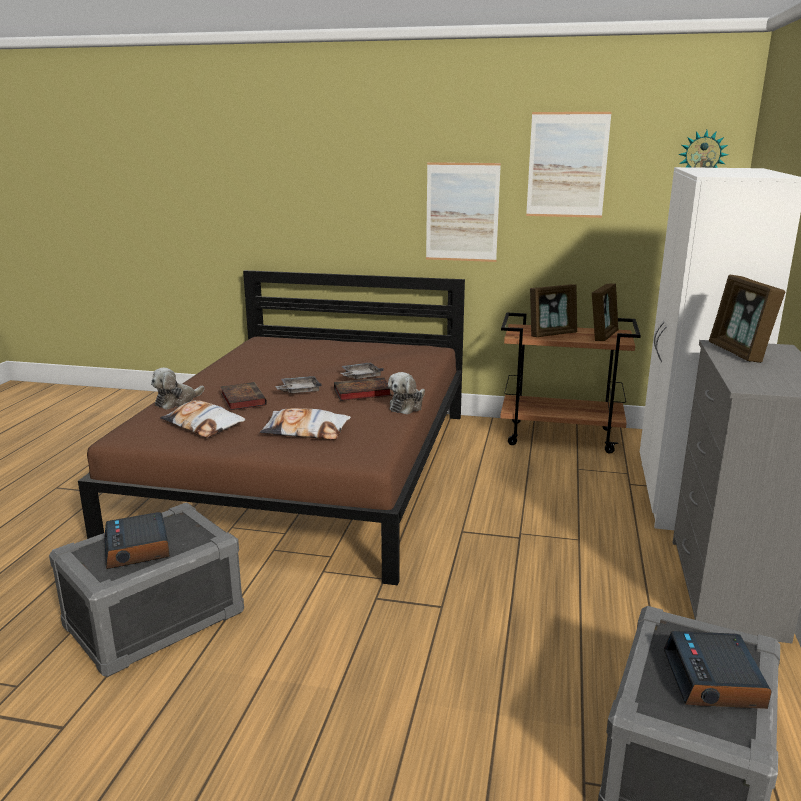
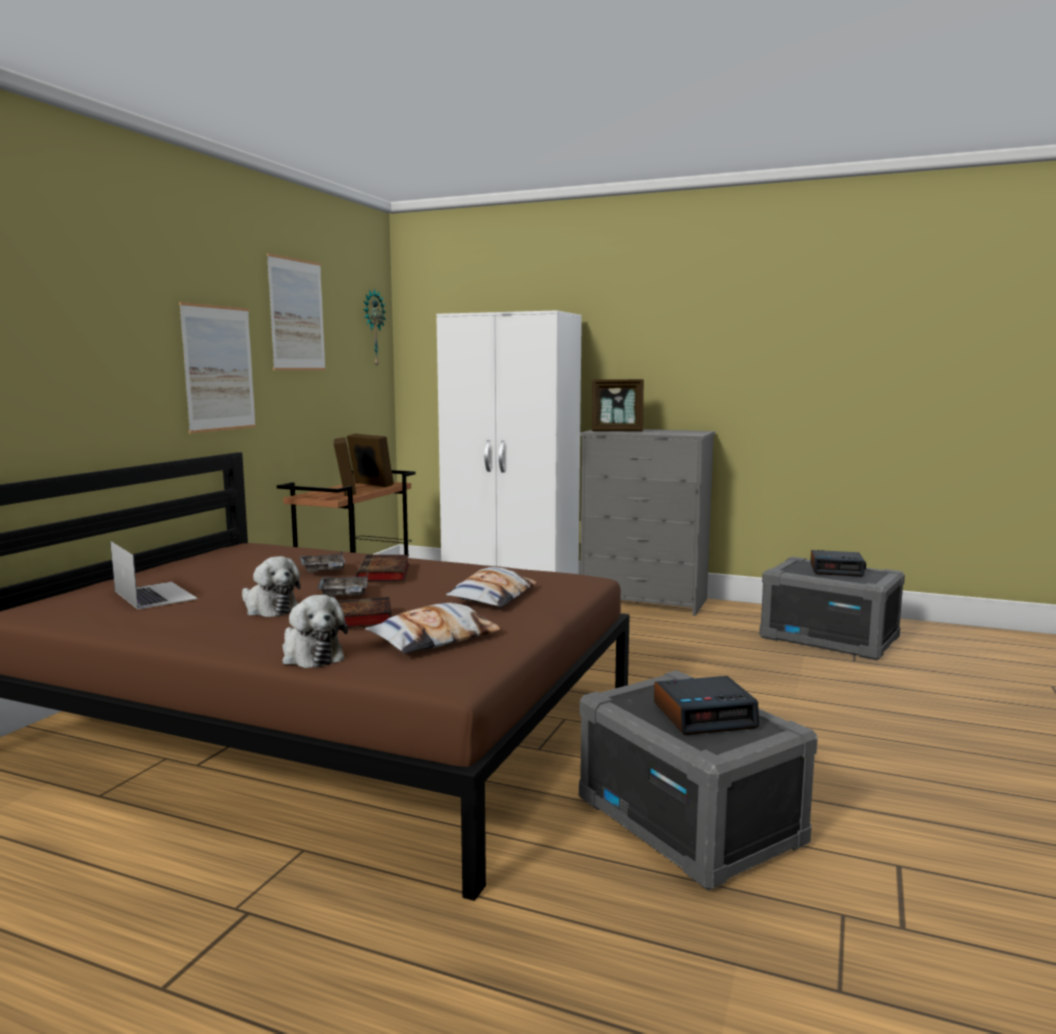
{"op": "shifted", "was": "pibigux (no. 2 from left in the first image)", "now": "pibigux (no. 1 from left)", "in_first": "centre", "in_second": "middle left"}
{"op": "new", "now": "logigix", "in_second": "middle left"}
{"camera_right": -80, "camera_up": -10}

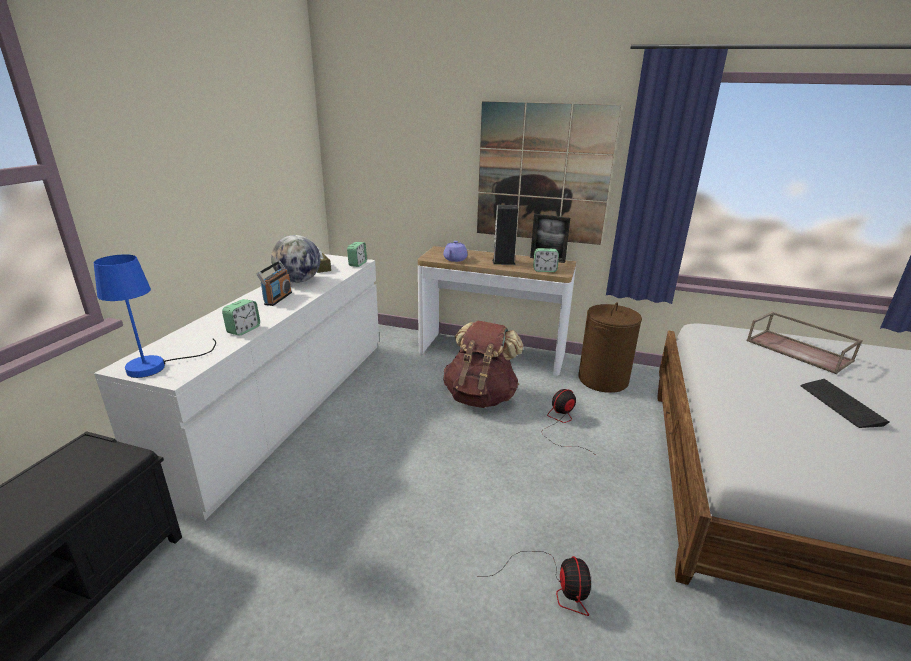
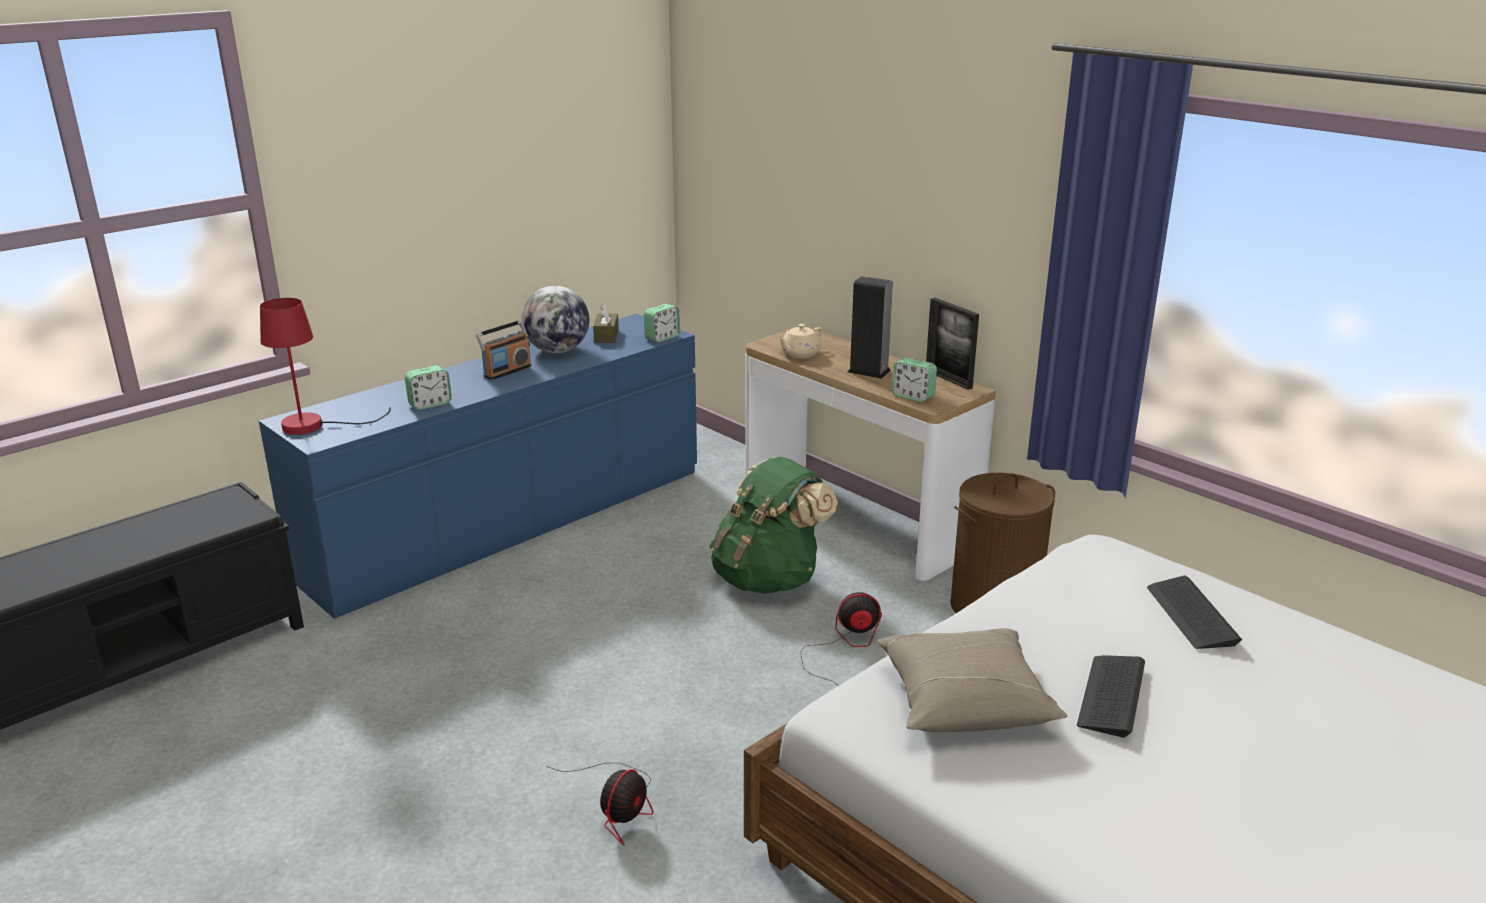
{"op": "repainted", "was": "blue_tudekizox", "now": "red_tudekizox", "in_first": "middle left", "in_second": "middle left"}
{"op": "repainted", "was": "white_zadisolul", "now": "blue_zadisolul", "in_first": "middle left", "in_second": "middle left"}
{"op": "repainted", "was": "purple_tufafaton", "now": "beige_tufafaton", "in_first": "centre", "in_second": "centre"}
{"op": "repainted", "was": "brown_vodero", "now": "green_vodero", "in_first": "centre", "in_second": "centre"}
{"op": "gone", "was": "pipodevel", "in_first": "top centre"}
{"op": "swapped", "was": "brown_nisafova", "now": "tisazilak (no. 2 from left)", "in_first": "middle right", "in_second": "bottom right"}
{"op": "new", "now": "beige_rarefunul", "in_second": "bottom centre"}
{"camera_right": 30, "camera_up": 0}

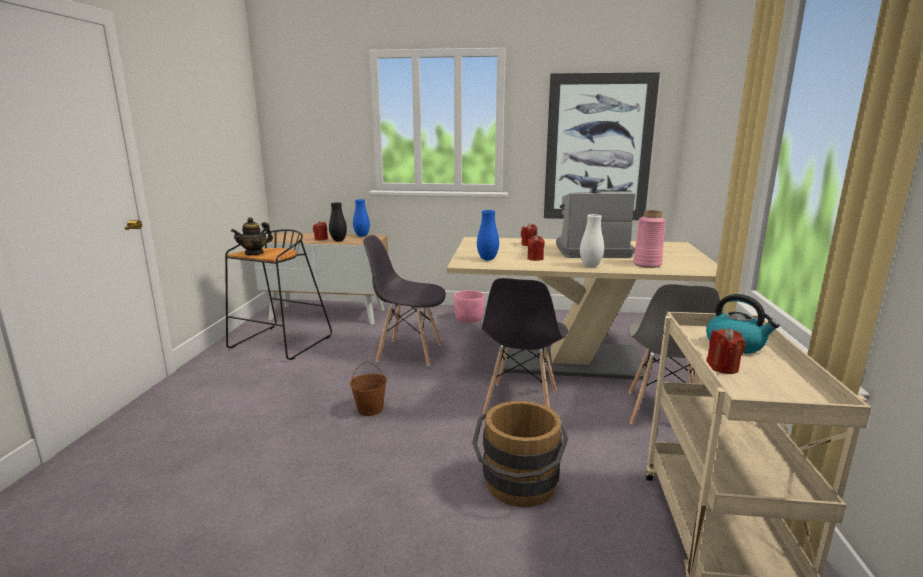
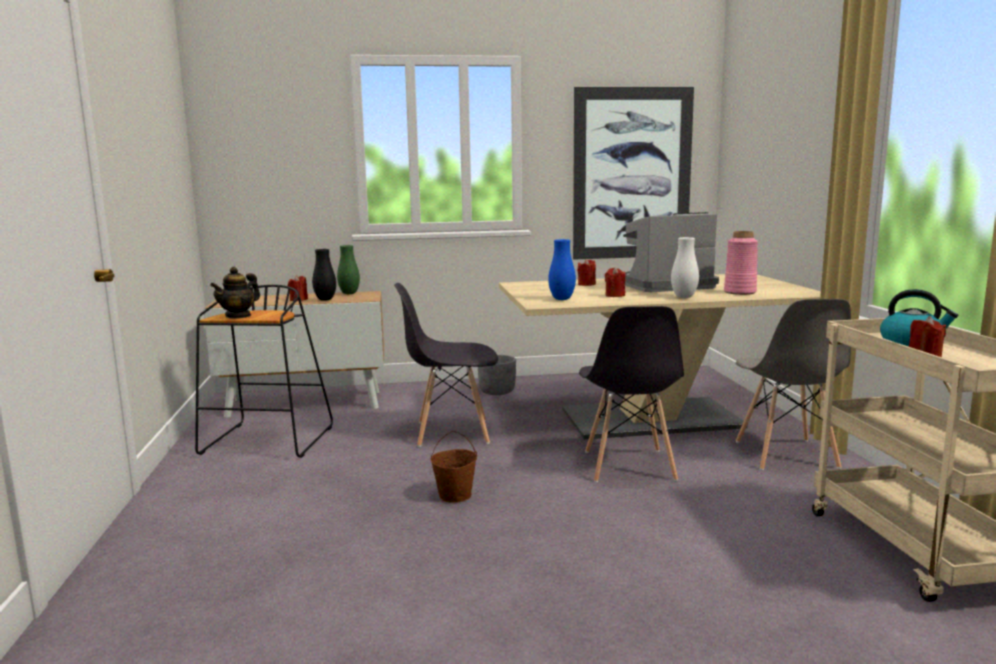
{"op": "repainted", "was": "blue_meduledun (no. 1 from left)", "now": "green_meduledun", "in_first": "centre", "in_second": "centre"}
{"op": "repainted", "was": "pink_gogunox", "now": "grey_gogunox", "in_first": "centre", "in_second": "centre"}
{"op": "gone", "was": "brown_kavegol (no. 2 from left)", "in_first": "bottom centre"}
{"camera_right": -15, "camera_up": -5}

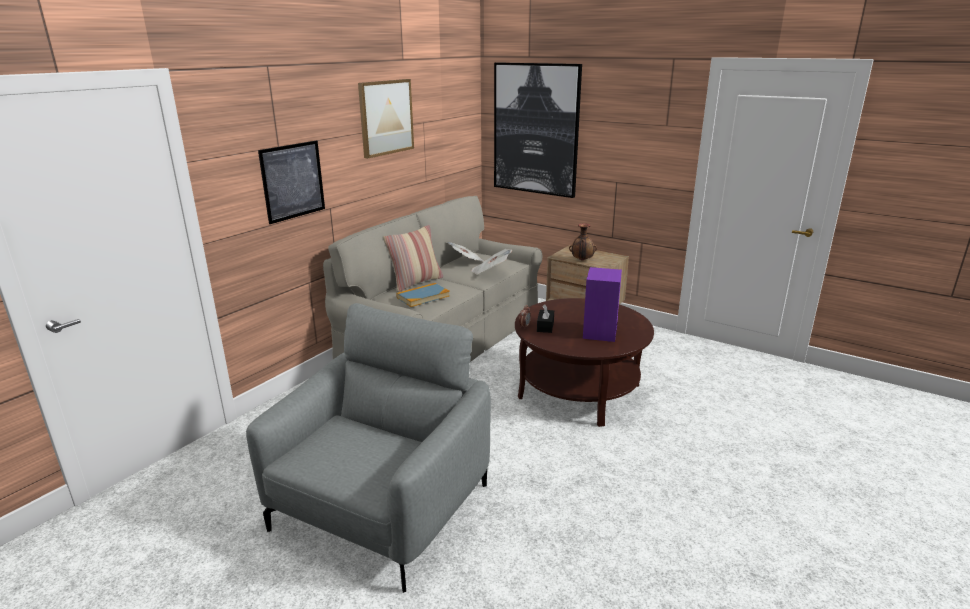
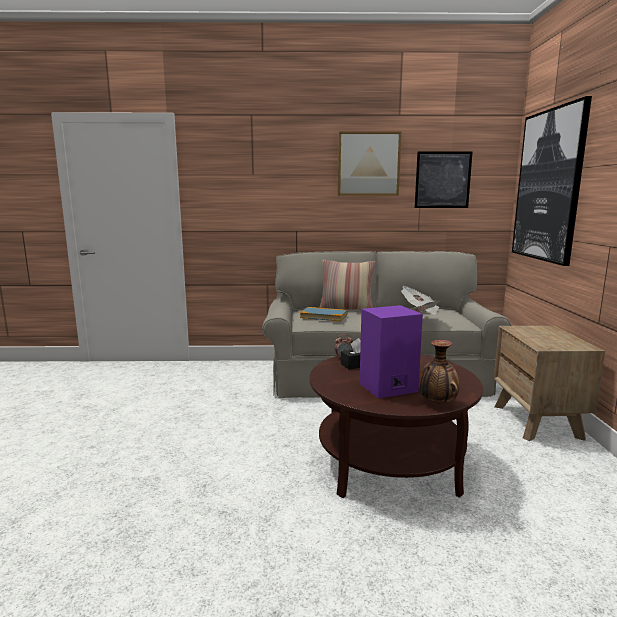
{"op": "gone", "was": "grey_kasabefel", "in_first": "bottom centre"}
{"op": "shifted", "was": "pipodevel (no. 1 from left in the first image)", "now": "pipodevel (no. 2 from left)", "in_first": "top left", "in_second": "top right"}
{"op": "shifted", "was": "meduledun", "in_first": "centre", "in_second": "middle right"}
{"camera_right": 55, "camera_up": -10}

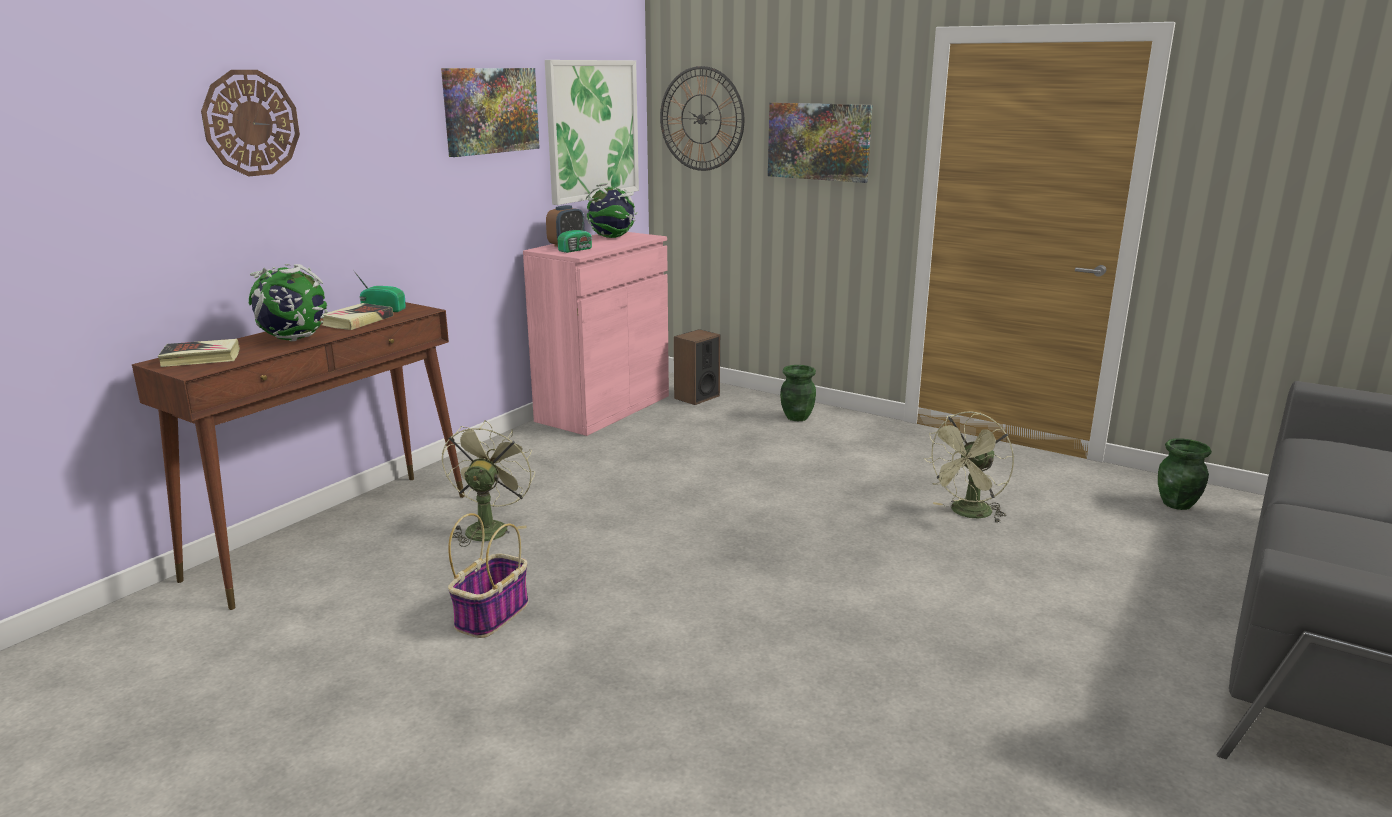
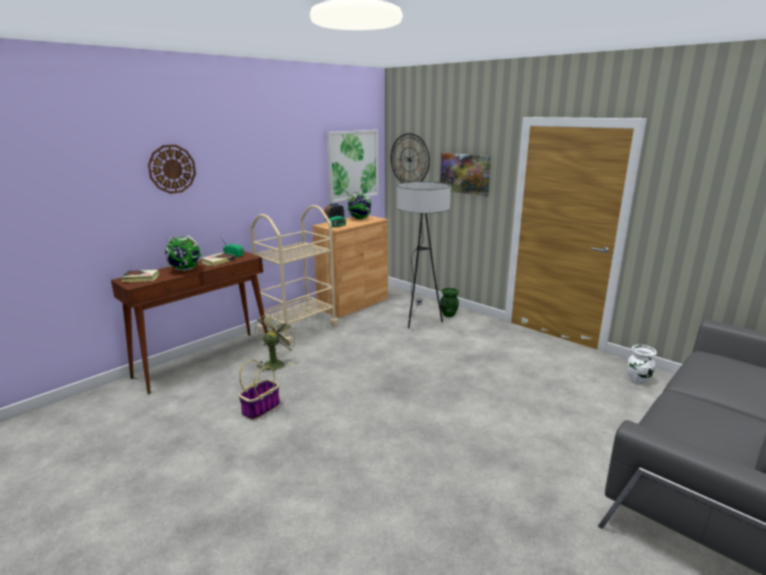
{"op": "gone", "was": "pipodevel (no. 1 from left)", "in_first": "top centre"}
{"op": "repainted", "was": "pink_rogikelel", "now": "brown_rogikelel", "in_first": "centre", "in_second": "centre"}
{"op": "gone", "was": "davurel", "in_first": "centre"}
{"op": "gone", "was": "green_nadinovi (no. 2 from left)", "in_first": "middle right"}
{"op": "repainted", "was": "green_meduledun (no. 2 from left)", "now": "white_meduledun", "in_first": "middle right", "in_second": "middle right"}
{"op": "new", "now": "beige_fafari", "in_second": "centre"}
{"op": "new", "now": "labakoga", "in_second": "centre"}
{"camera_right": 10, "camera_up": 0}

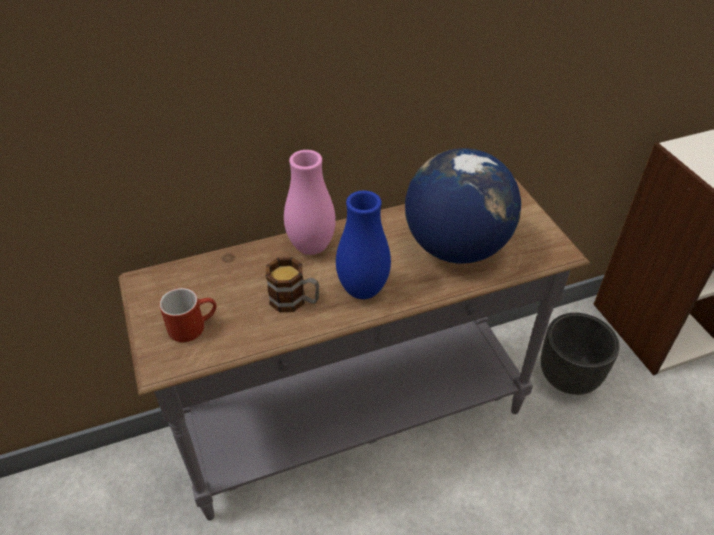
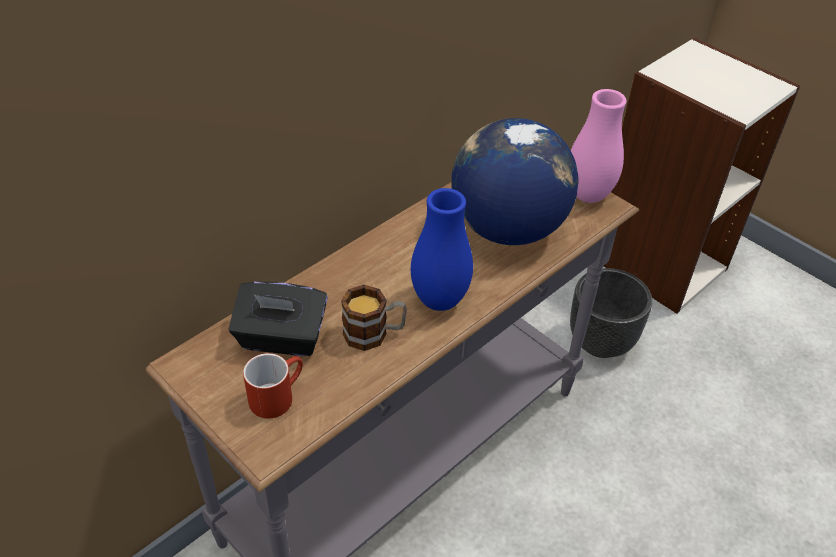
{"op": "shifted", "was": "pink_meduledun", "in_first": "centre", "in_second": "top right"}
{"op": "new", "now": "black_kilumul", "in_second": "middle left"}
{"camera_right": -25, "camera_up": 0}

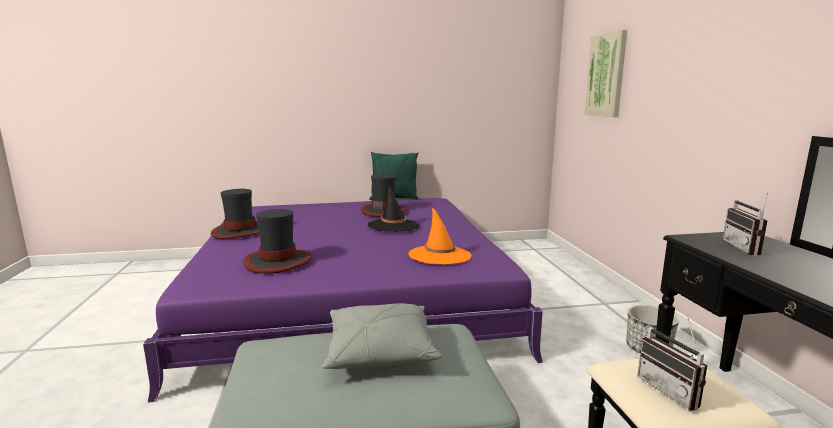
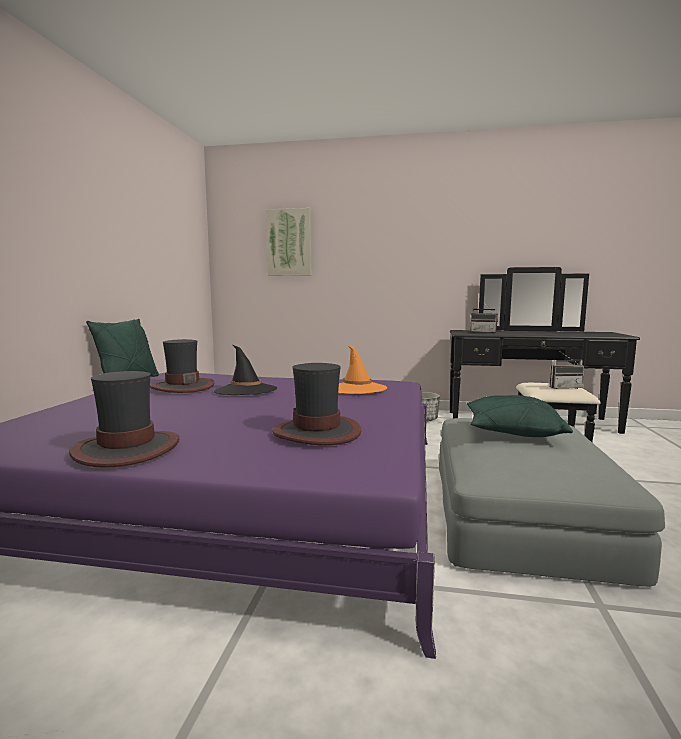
{"op": "repainted", "was": "grey_rarefunul", "now": "green_rarefunul (no. 2 from left)", "in_first": "bottom centre", "in_second": "middle right"}
{"camera_right": -70, "camera_up": -5}

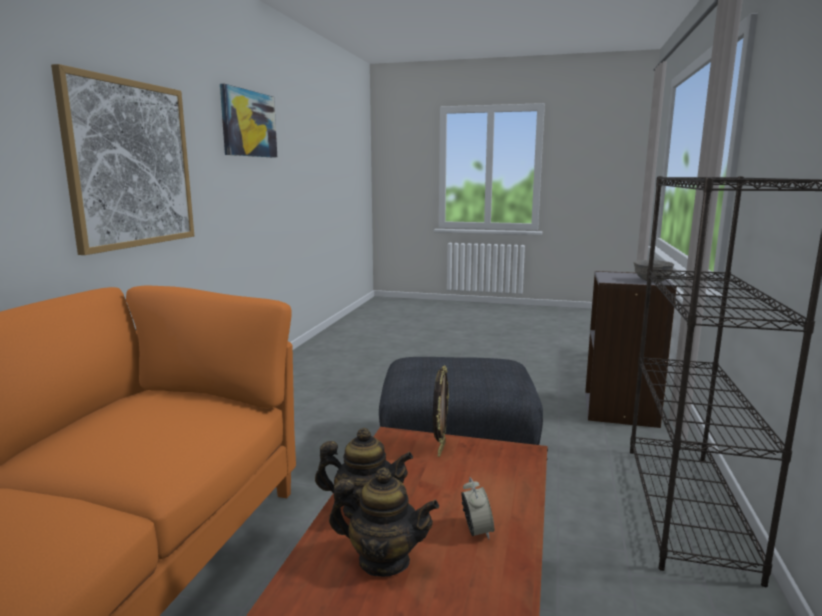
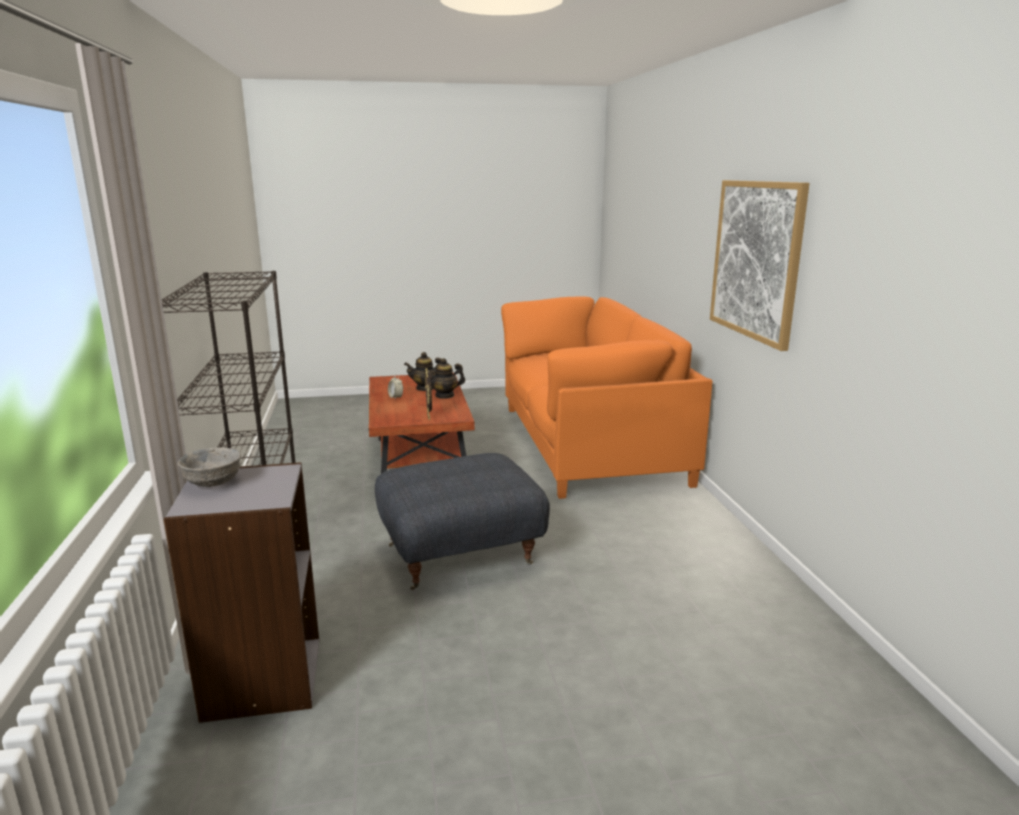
{"op": "gone", "was": "pipodevel (no. 2 from left)", "in_first": "top left"}
{"camera_right": 155, "camera_up": 5}

